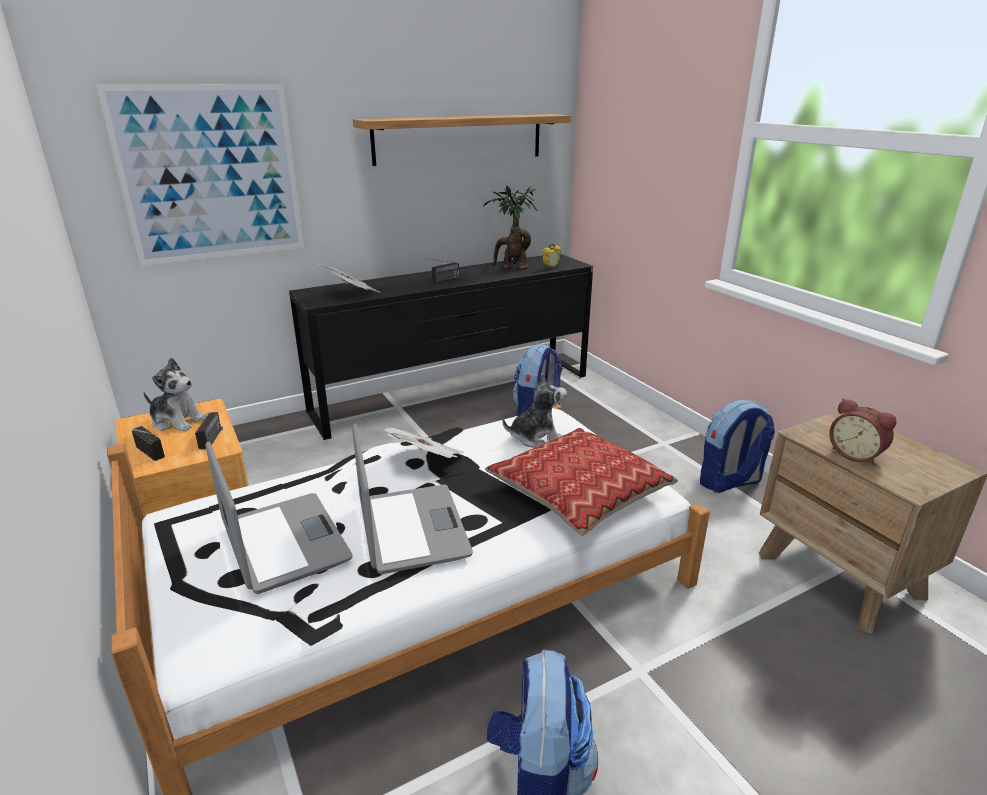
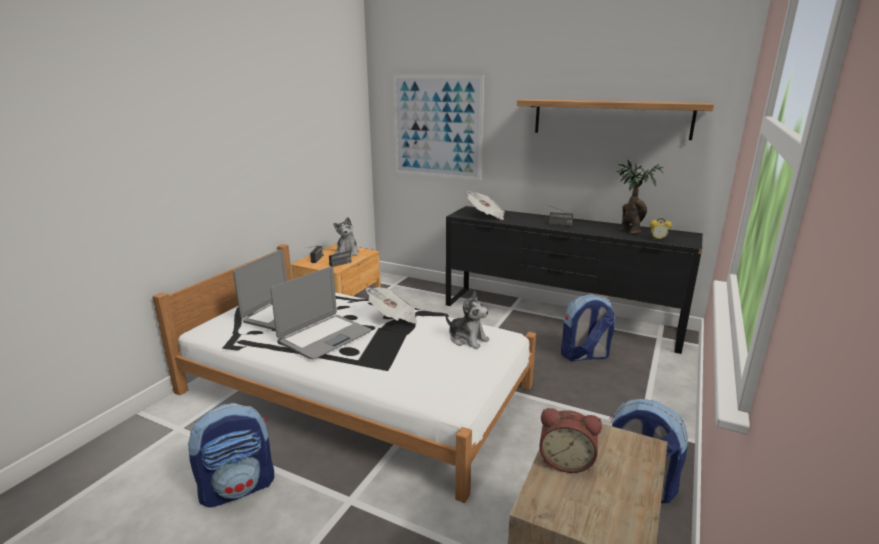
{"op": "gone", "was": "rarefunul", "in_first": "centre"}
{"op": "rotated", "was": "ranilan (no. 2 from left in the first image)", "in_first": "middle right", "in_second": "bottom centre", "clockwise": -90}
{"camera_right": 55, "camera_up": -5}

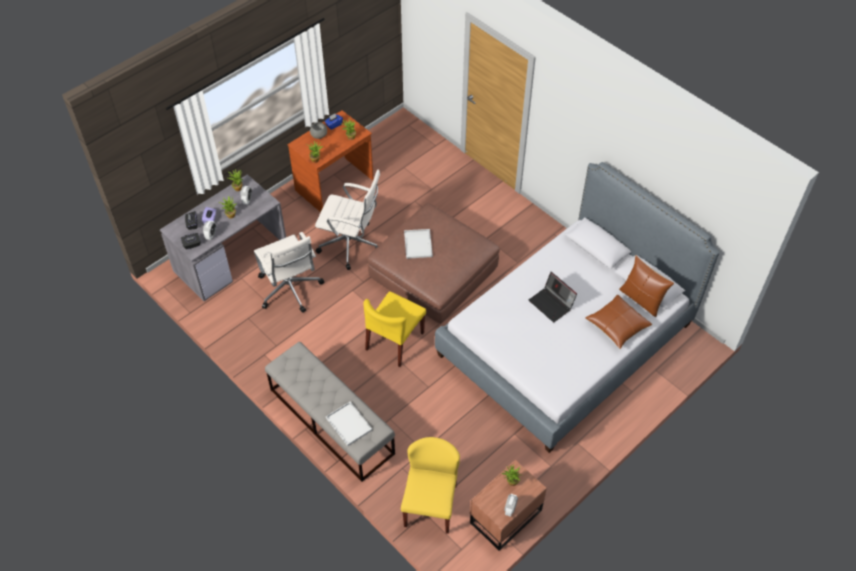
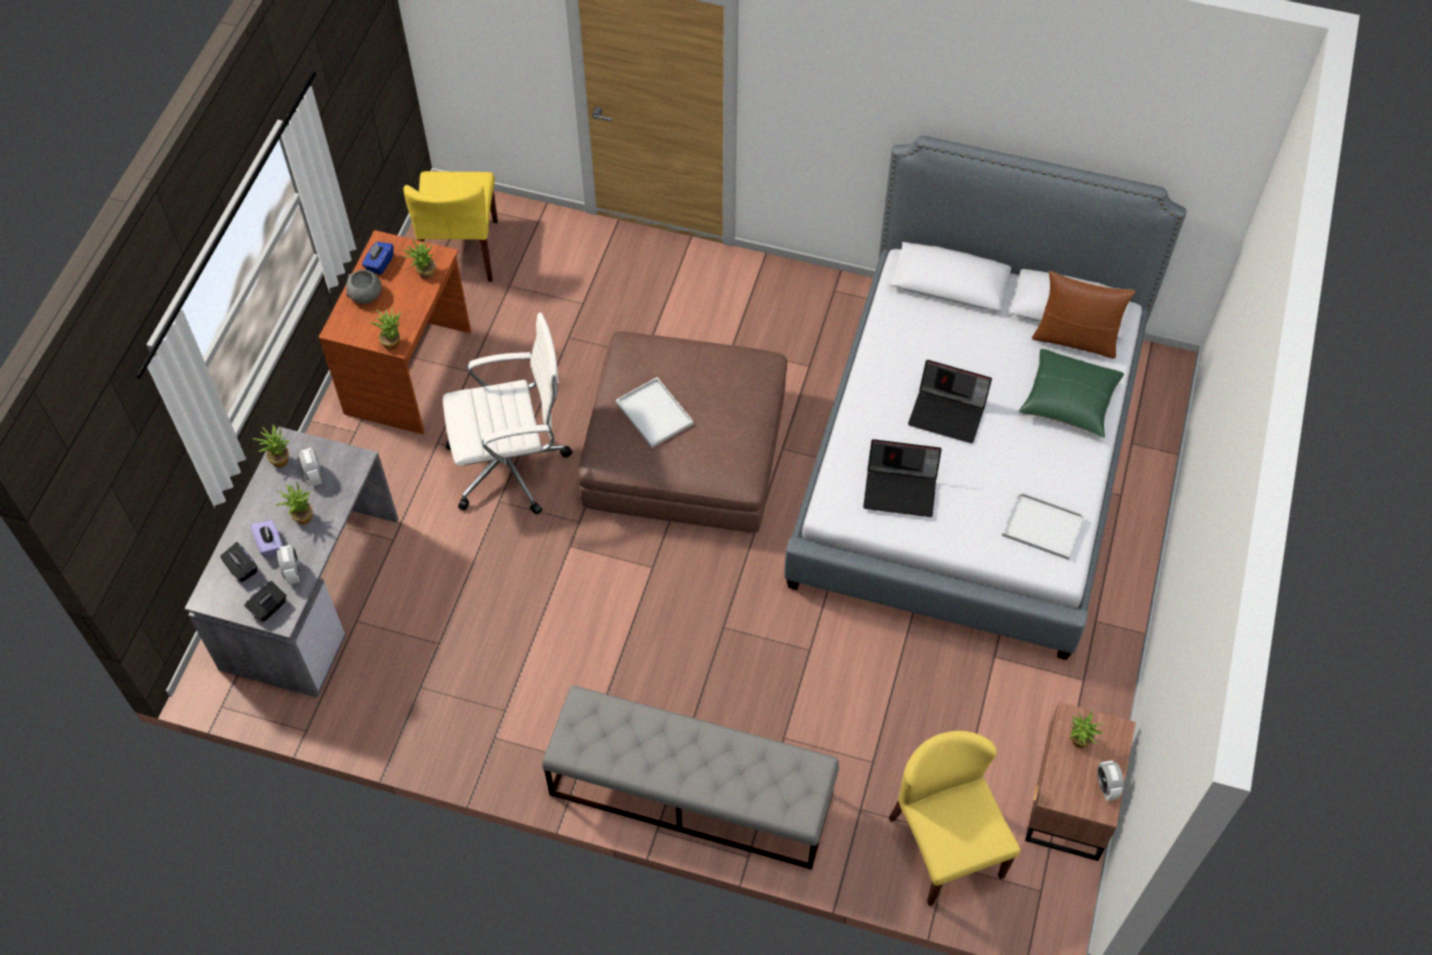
{"op": "gone", "was": "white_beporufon (no. 1 from left)", "in_first": "centre"}
{"op": "shifted", "was": "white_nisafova (no. 1 from left in the first image)", "now": "white_nisafova (no. 2 from left)", "in_first": "bottom centre", "in_second": "middle right"}
{"op": "shifted", "was": "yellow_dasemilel (no. 1 from left)", "in_first": "centre", "in_second": "top left"}
{"op": "repainted", "was": "brown_rarefunul (no. 1 from left)", "now": "green_rarefunul", "in_first": "middle right", "in_second": "middle right"}
{"op": "new", "now": "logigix (no. 1 from left)", "in_second": "centre"}
{"camera_right": -30, "camera_up": 5}

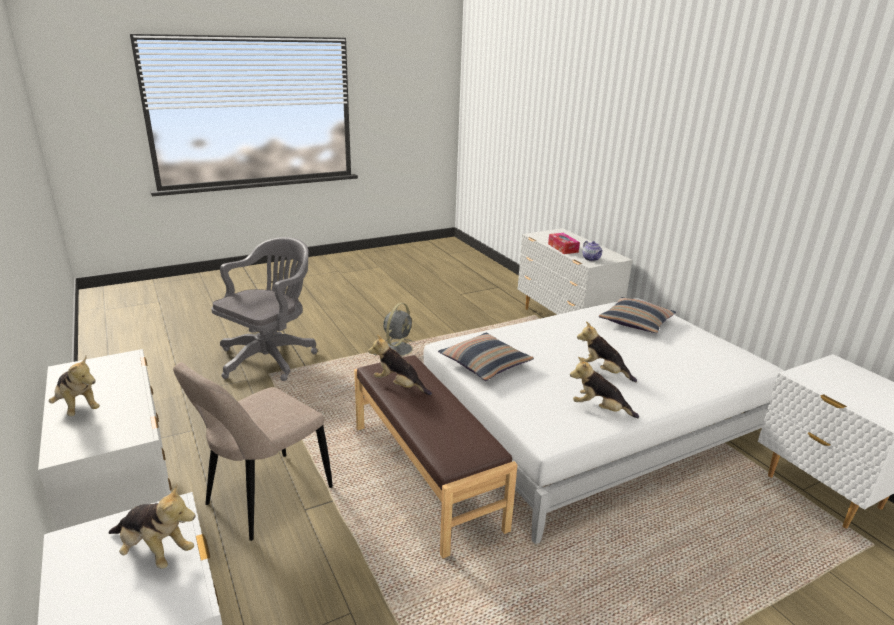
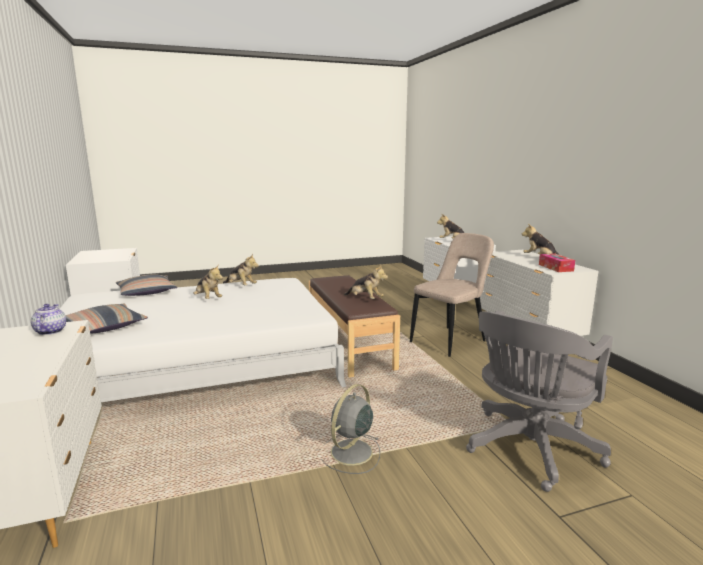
{"op": "shifted", "was": "rarefunul (no. 1 from left in the first image)", "now": "rarefunul (no. 2 from left)", "in_first": "centre", "in_second": "middle left"}
{"op": "shifted", "was": "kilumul", "in_first": "centre", "in_second": "middle right"}
{"camera_right": -170, "camera_up": -10}

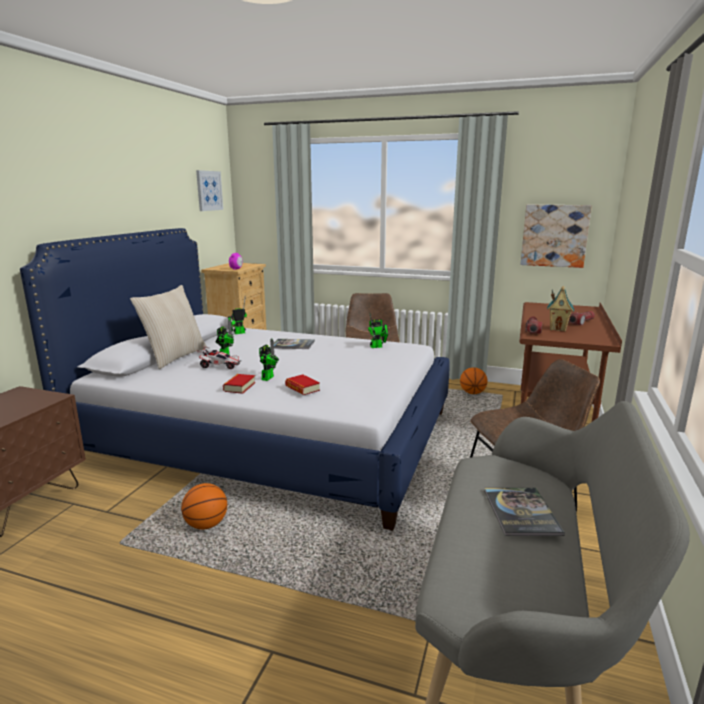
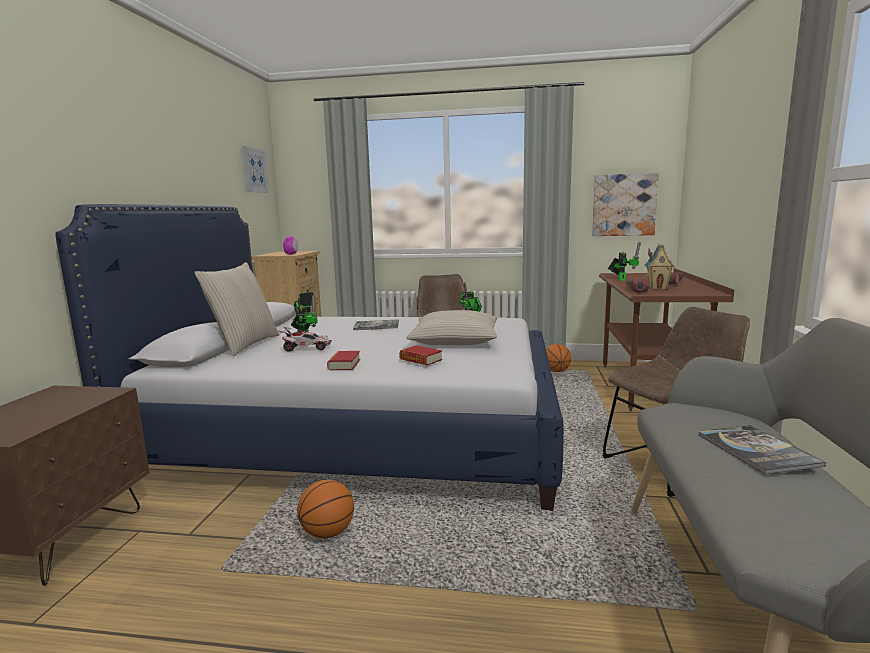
{"op": "shifted", "was": "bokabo (no. 3 from left in the first image)", "now": "bokabo (no. 4 from left)", "in_first": "centre", "in_second": "middle right"}
{"op": "new", "now": "beige_rarefunul (no. 2 from left)", "in_second": "centre"}
{"camera_right": -10, "camera_up": -5}

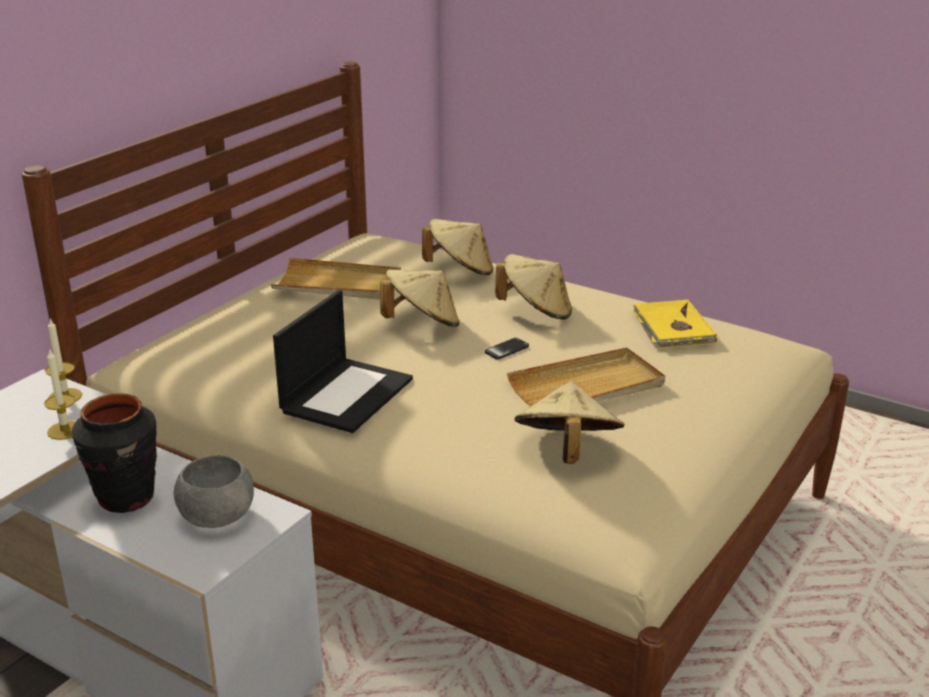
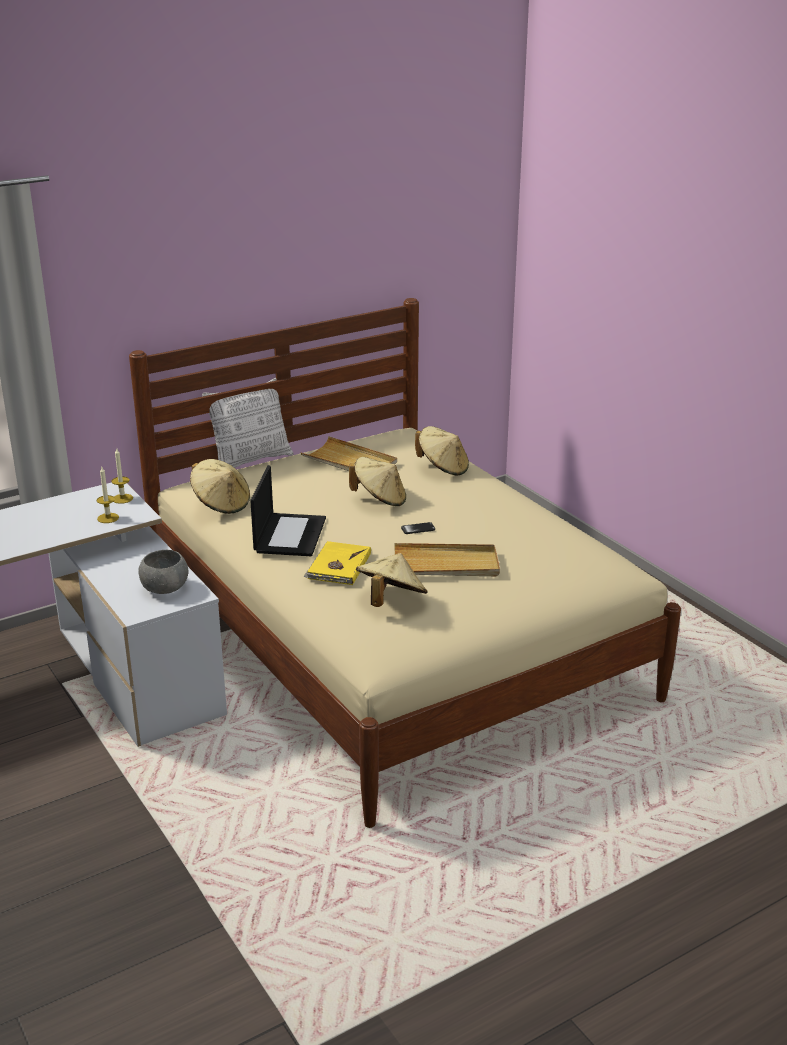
{"op": "gone", "was": "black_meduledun", "in_first": "middle left"}
{"op": "rotated", "was": "logigix", "in_first": "centre", "in_second": "centre", "clockwise": -45}
{"op": "shifted", "was": "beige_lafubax (no. 3 from left in the first image)", "now": "beige_lafubax (no. 1 from left)", "in_first": "centre", "in_second": "middle left"}
{"op": "shifted", "was": "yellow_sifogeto", "in_first": "middle right", "in_second": "centre"}
{"op": "new", "now": "rarefunul", "in_second": "middle left"}
{"camera_right": 25, "camera_up": 0}

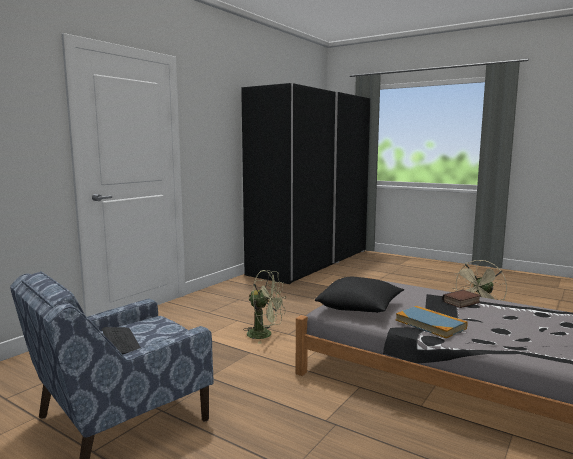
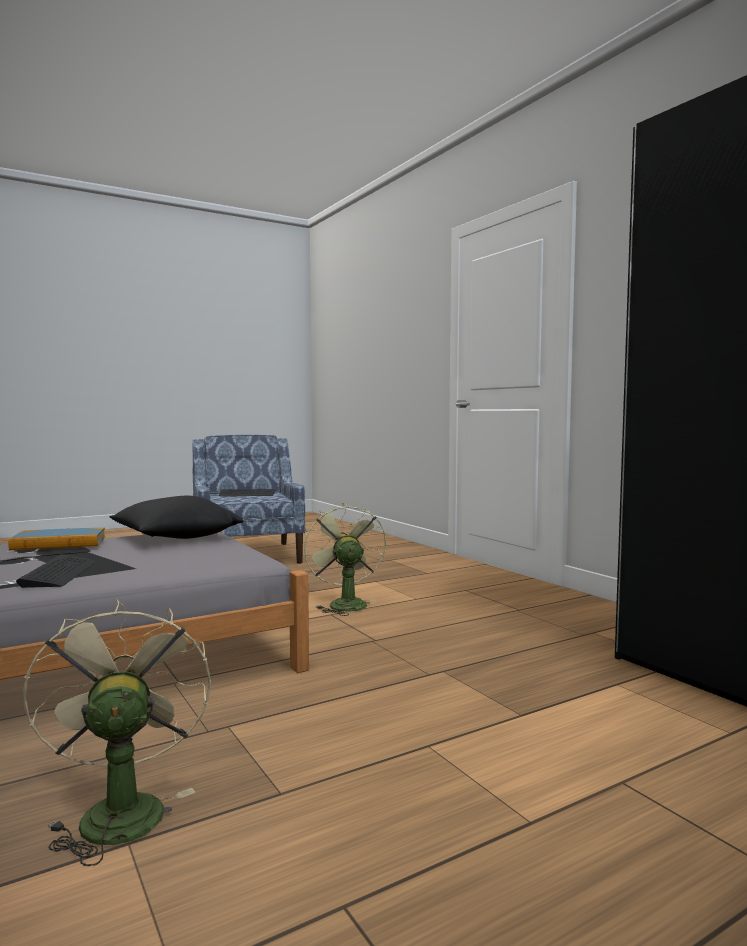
{"op": "rotated", "was": "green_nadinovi", "in_first": "bottom centre", "in_second": "centre", "clockwise": 120}
{"op": "swapped", "was": "sifogeto (no. 2 from left)", "now": "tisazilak (no. 1 from left)", "in_first": "middle right", "in_second": "middle left"}
{"camera_right": 115, "camera_up": -5}

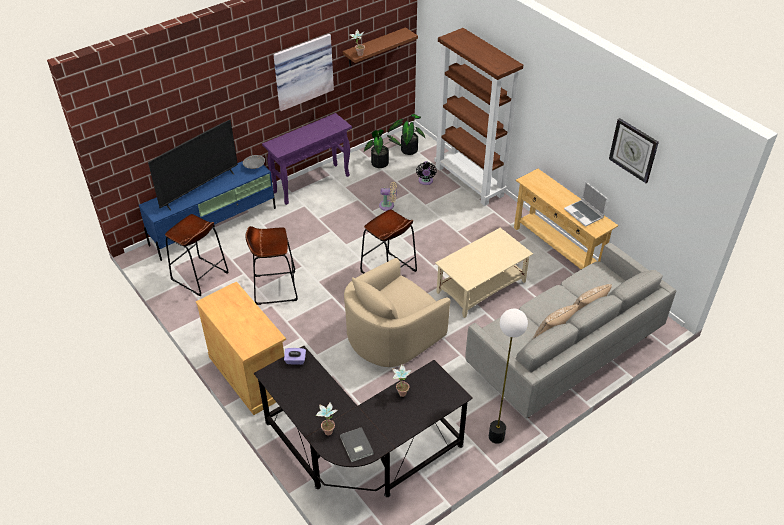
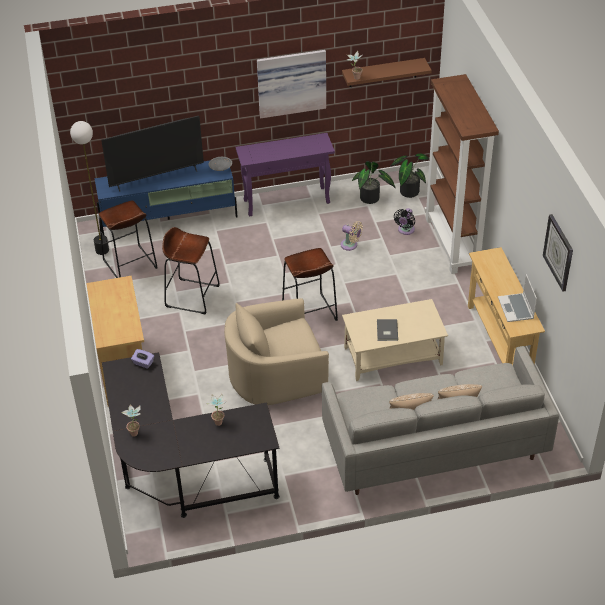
{"op": "shifted", "was": "grey_sifogeto", "in_first": "bottom centre", "in_second": "centre"}
{"op": "shifted", "was": "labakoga", "in_first": "bottom centre", "in_second": "top left"}
{"camera_right": 25, "camera_up": 0}

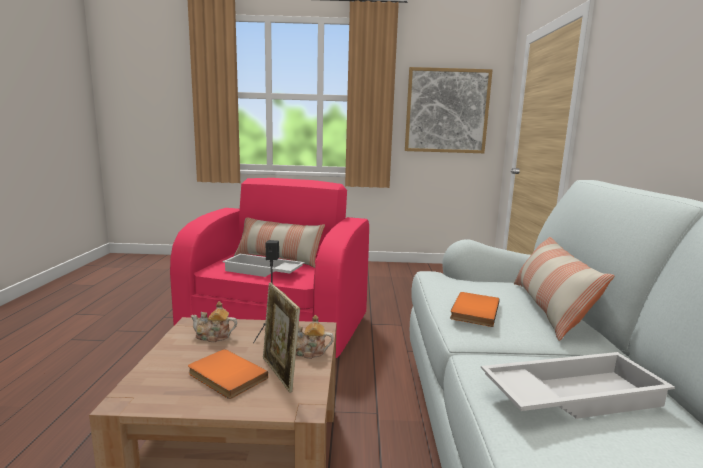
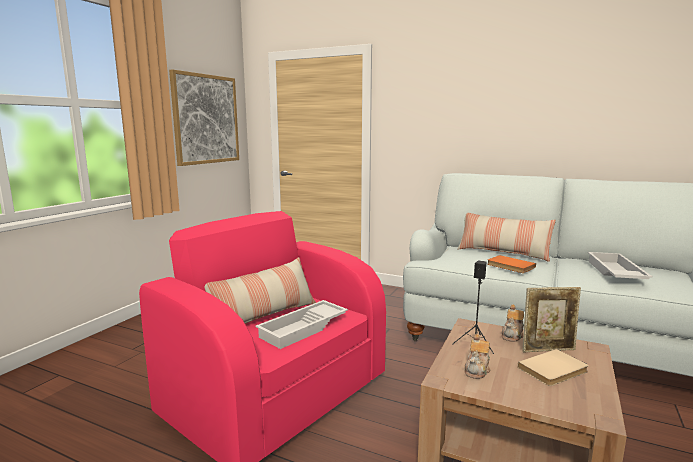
{"op": "repainted", "was": "orange_sifogeto (no. 1 from left)", "now": "beige_sifogeto", "in_first": "bottom left", "in_second": "bottom right"}
{"camera_right": -65, "camera_up": 0}

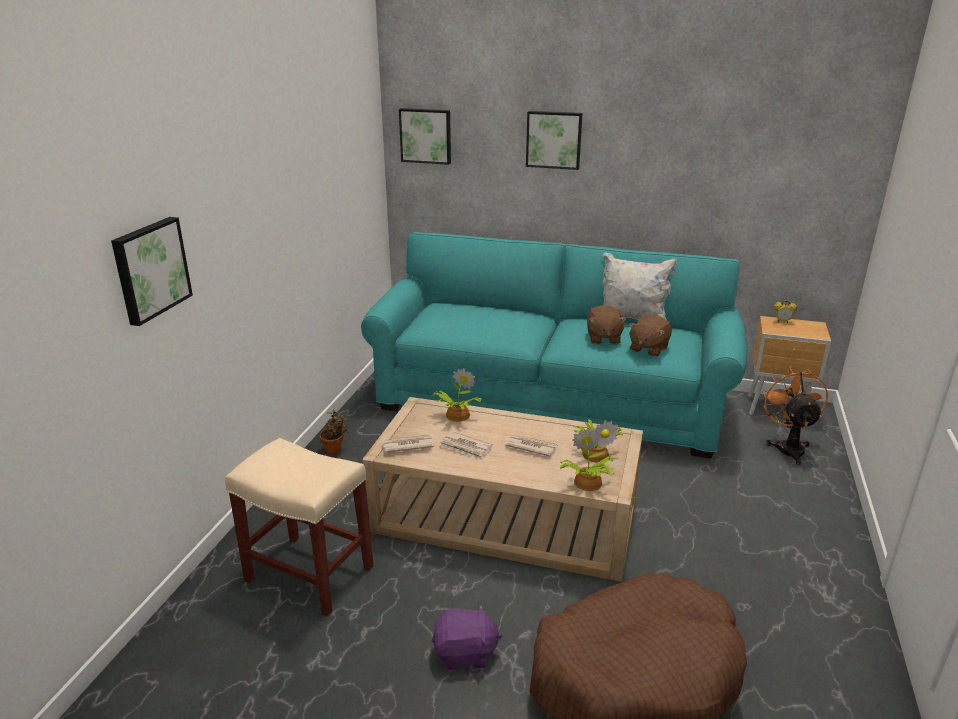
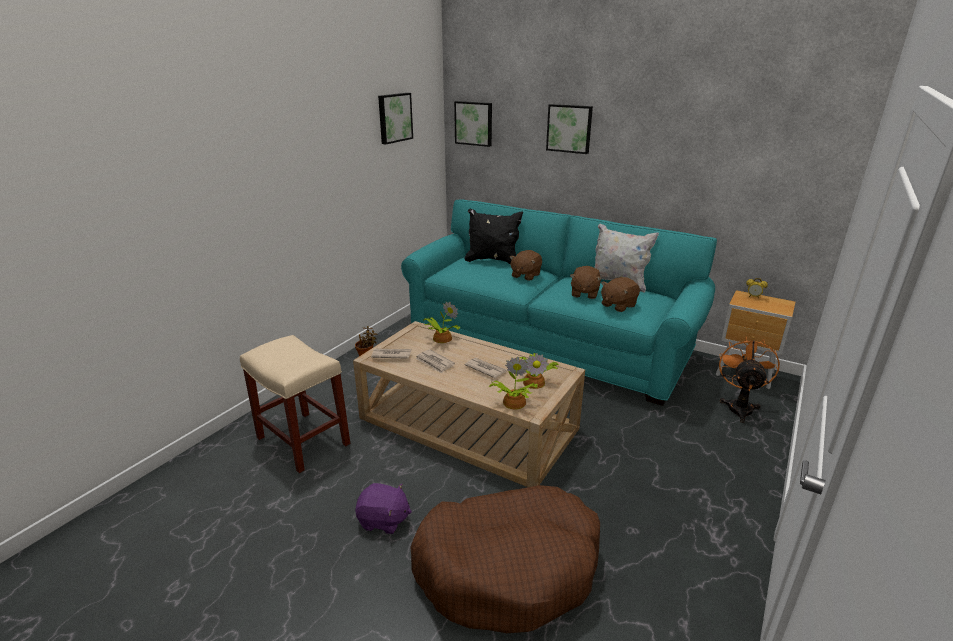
{"op": "shifted", "was": "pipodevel (no. 1 from left)", "in_first": "middle left", "in_second": "top centre"}
{"op": "new", "now": "black_rarefunul", "in_second": "centre"}
{"op": "new", "now": "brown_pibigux (no. 1 from left)", "in_second": "centre"}
{"camera_right": 15, "camera_up": 0}

